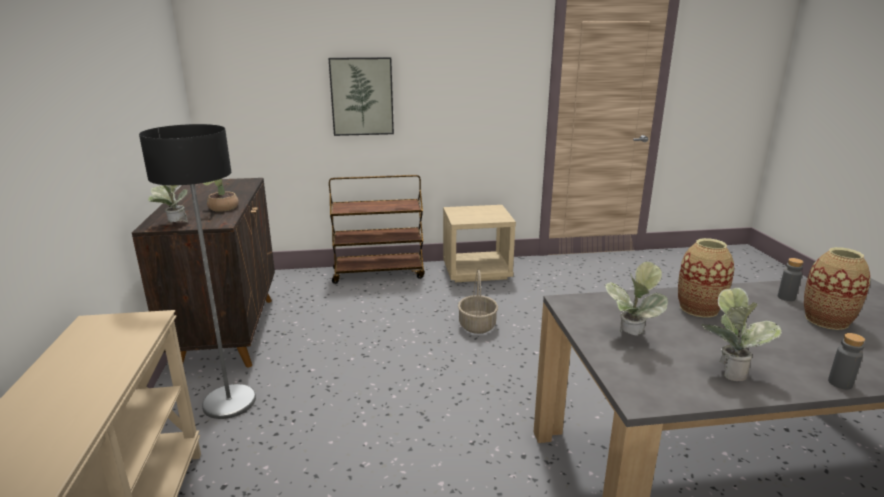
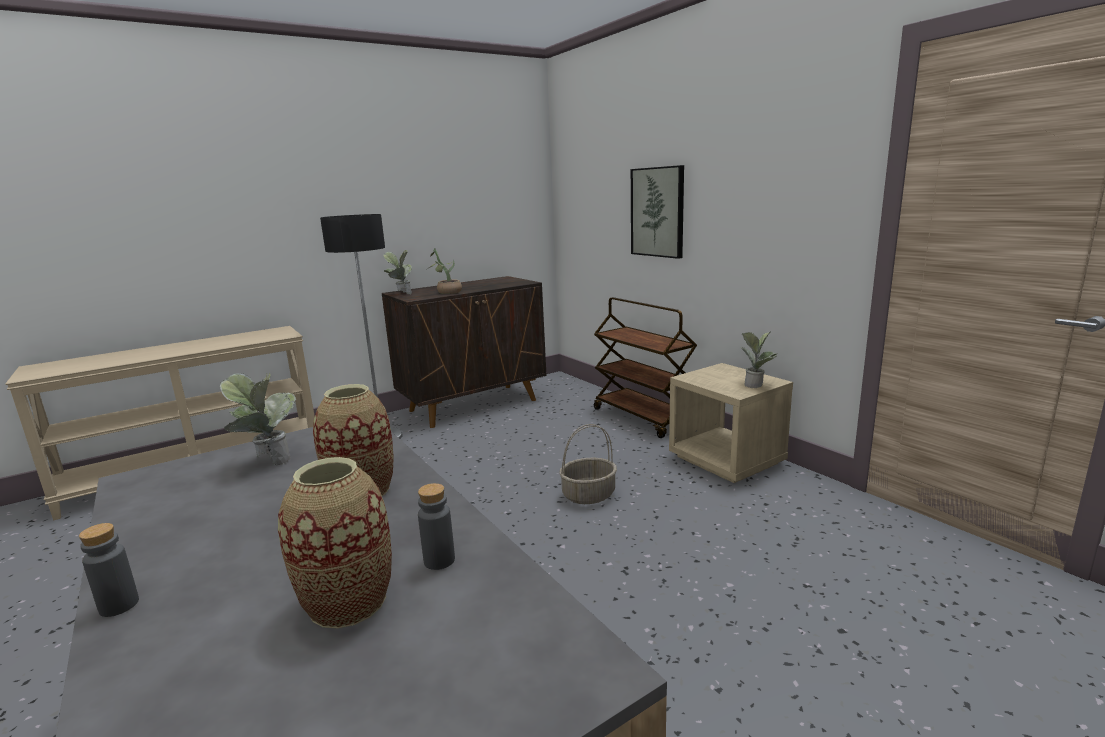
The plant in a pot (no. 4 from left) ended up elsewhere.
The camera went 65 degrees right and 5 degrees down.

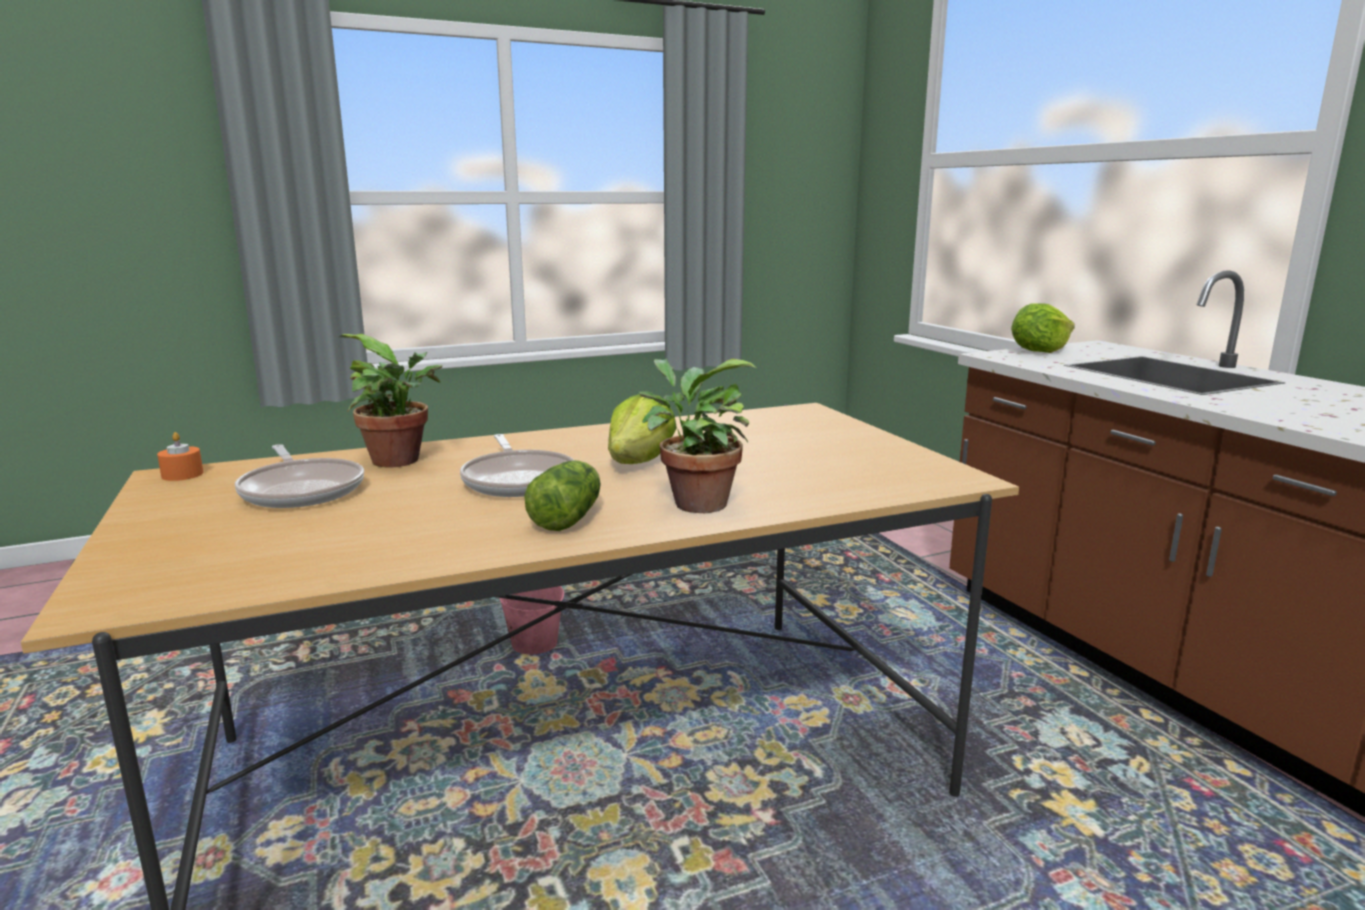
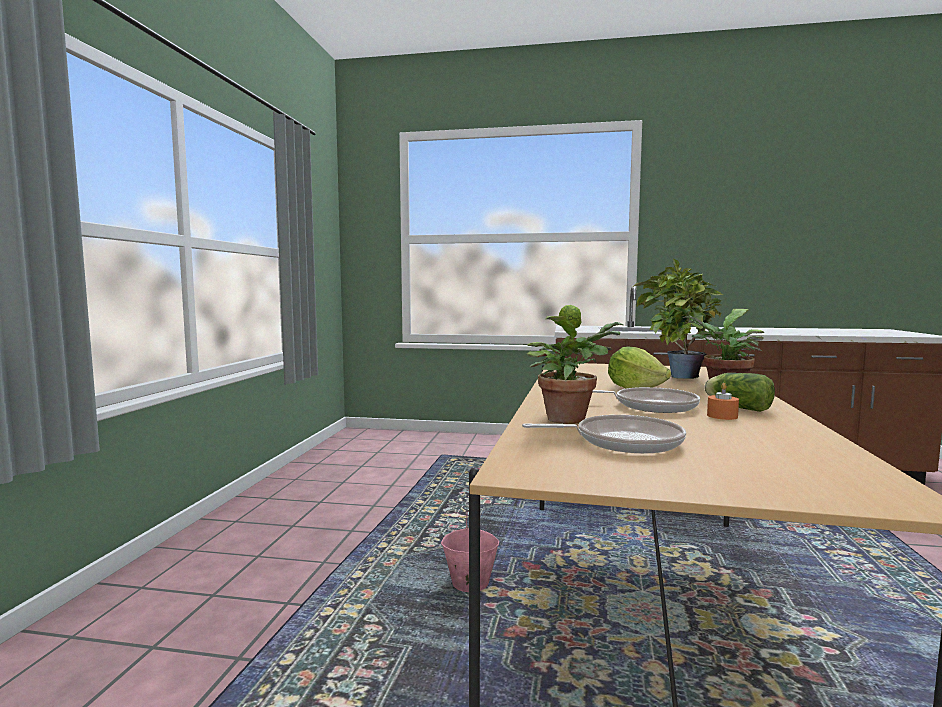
The second view gained the plant in a pot (no. 2 from left).
The orangey wax candle ended up elsewhere.
The camera went 55 degrees left and 10 degrees down.

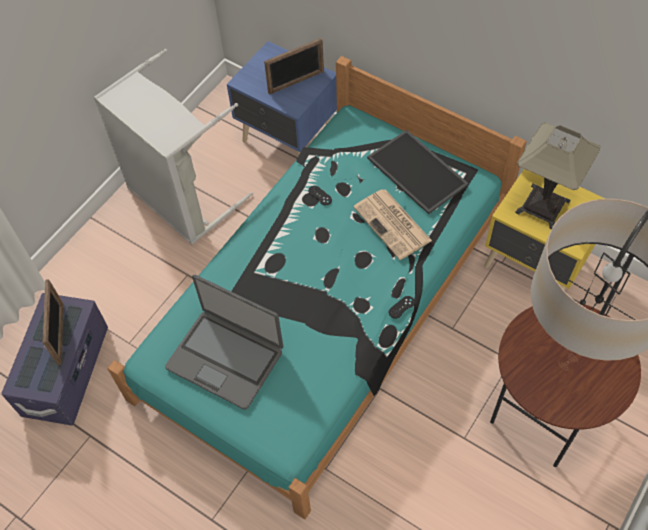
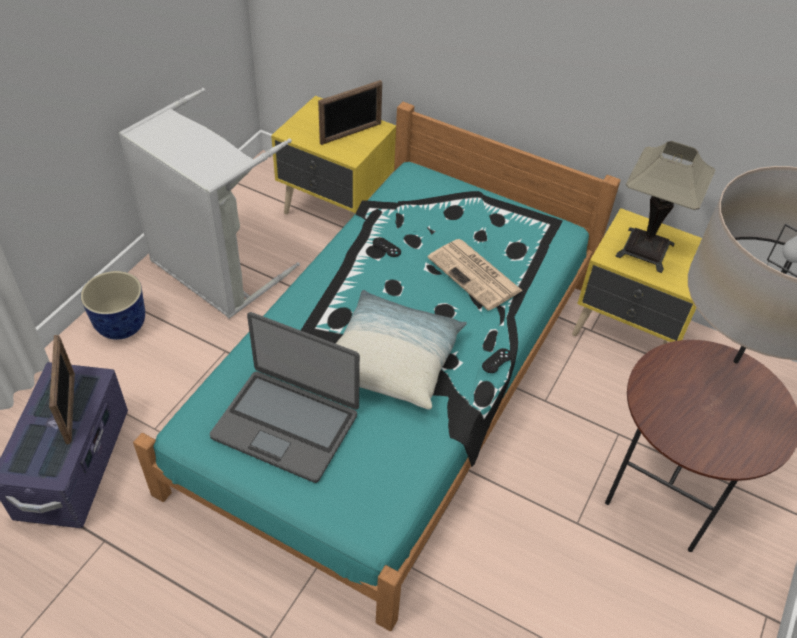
The second view gained the flower pot.
What was the blue nightstand turned into the yellow-coloured nightstand (no. 1 from left).
The second view gained the cushion.
The second view lost the carrying tray.
The camera went 10 degrees left and 10 degrees down.

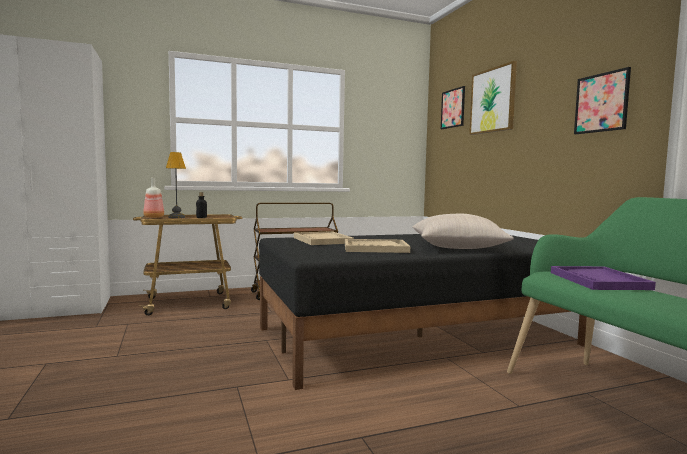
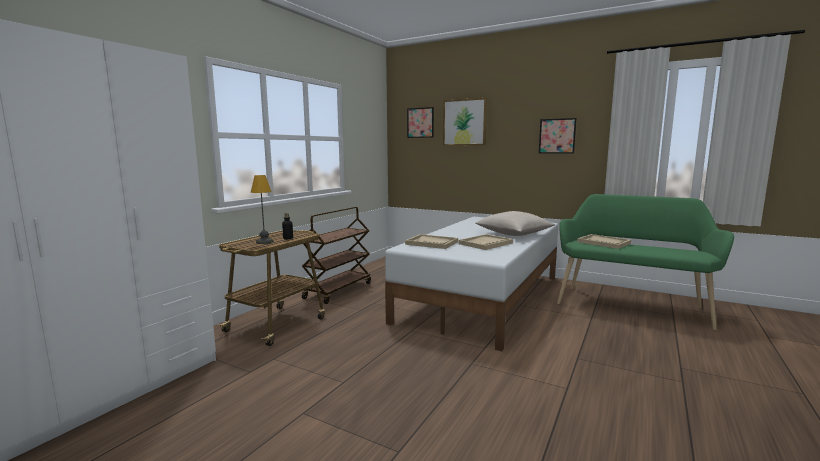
What was the black-coloured bedroom bed turned into the white-coloured bedroom bed.
What was the purplish carrying tray turned into the beige-coloured carrying tray (no. 3 from left).
The second view lost the beverage bottle (no. 1 from left).
The camera went 40 degrees left and 5 degrees up.

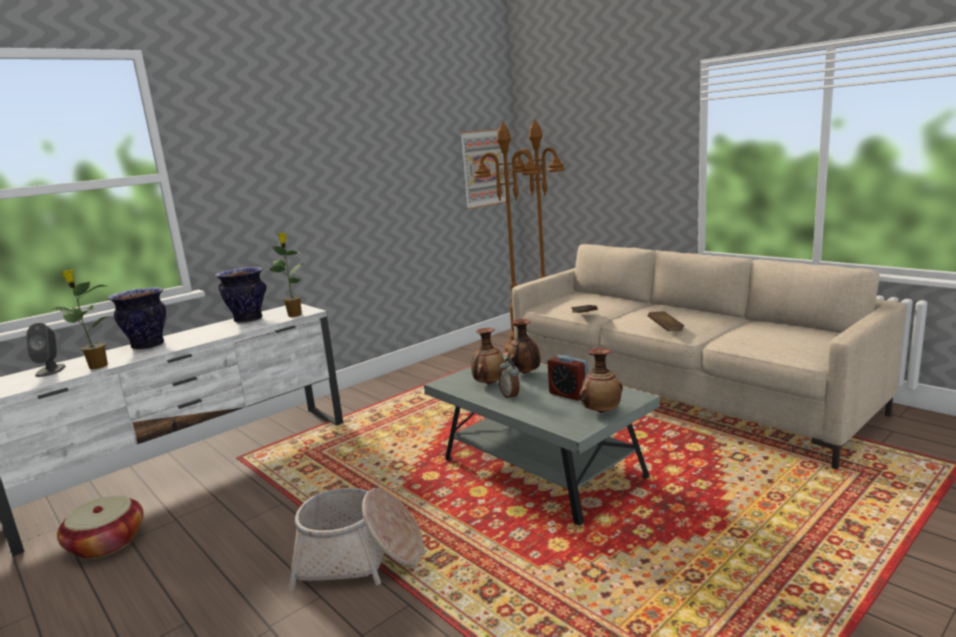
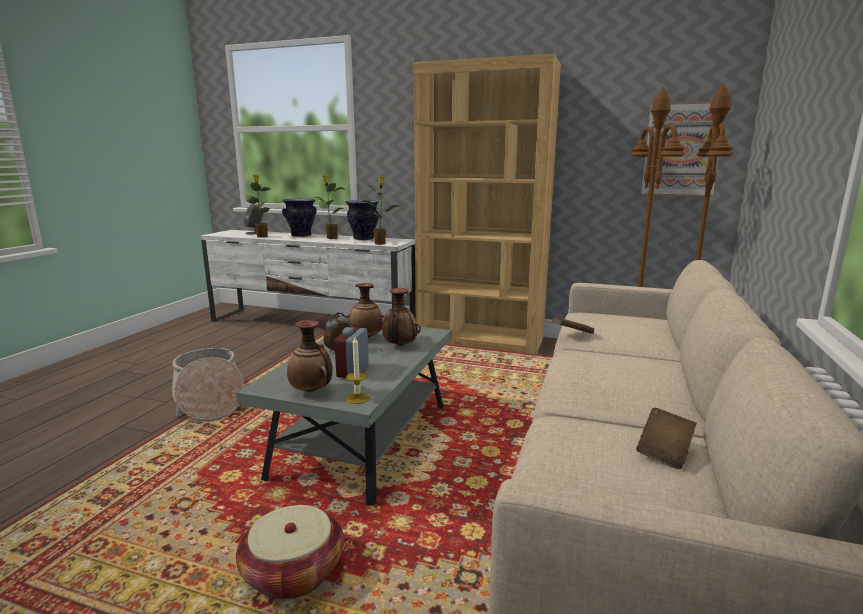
The basket (no. 1 from left in the first image) ended up elsewhere.
The second view gained the plant in a pot (no. 2 from left).
The second view gained the wax candle.
The second view gained the brown-coloured bookcase.
The brown-coloured volume (no. 2 from left) ended up elsewhere.
The camera went 60 degrees right and 0 degrees up.

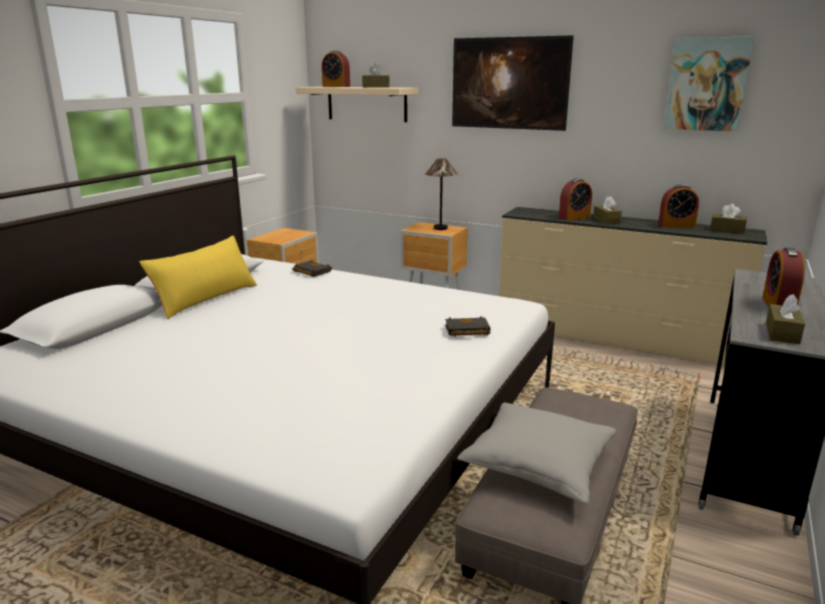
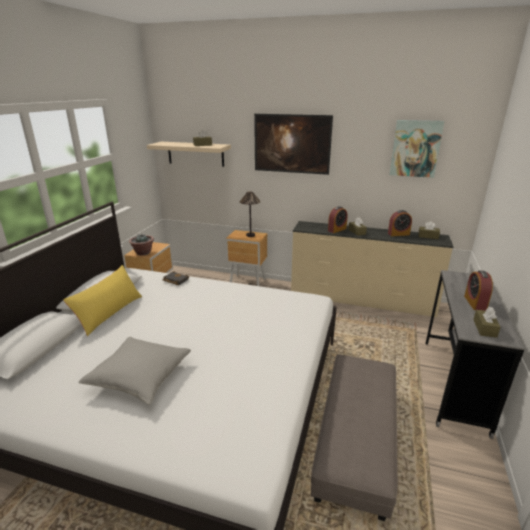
The gray cushion ended up elsewhere.
The second view gained the plant in a pot.
The second view lost the bedside clock (no. 1 from left).
The second view lost the black-coloured volume (no. 2 from left).
The camera went 10 degrees left and 5 degrees up.

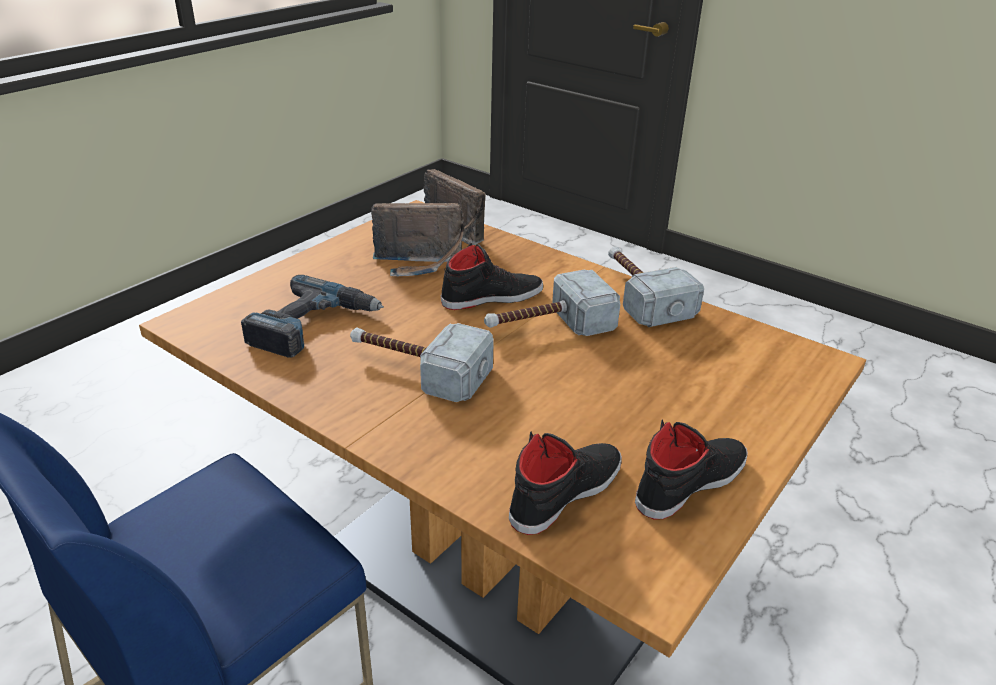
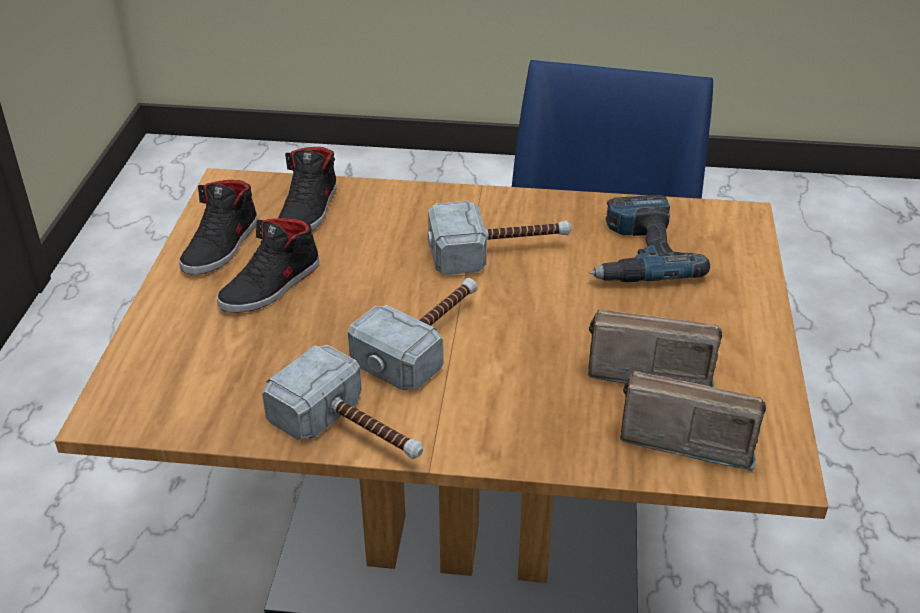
The black-coloured item of footwear (no. 1 from left in the first image) ended up elsewhere.
The radio receiver (no. 1 from left) ended up facing another way, 45 degrees clockwise from before.
The camera went 150 degrees right and 5 degrees up.

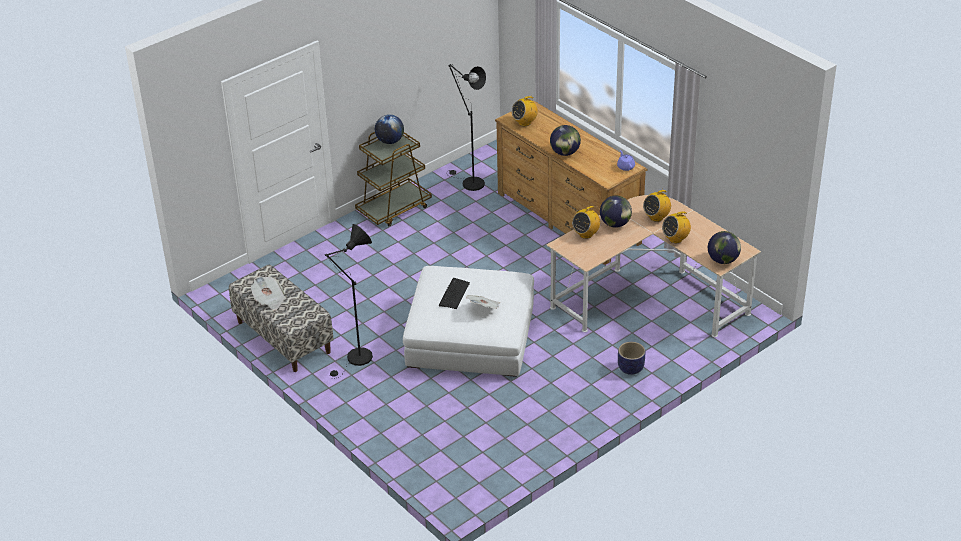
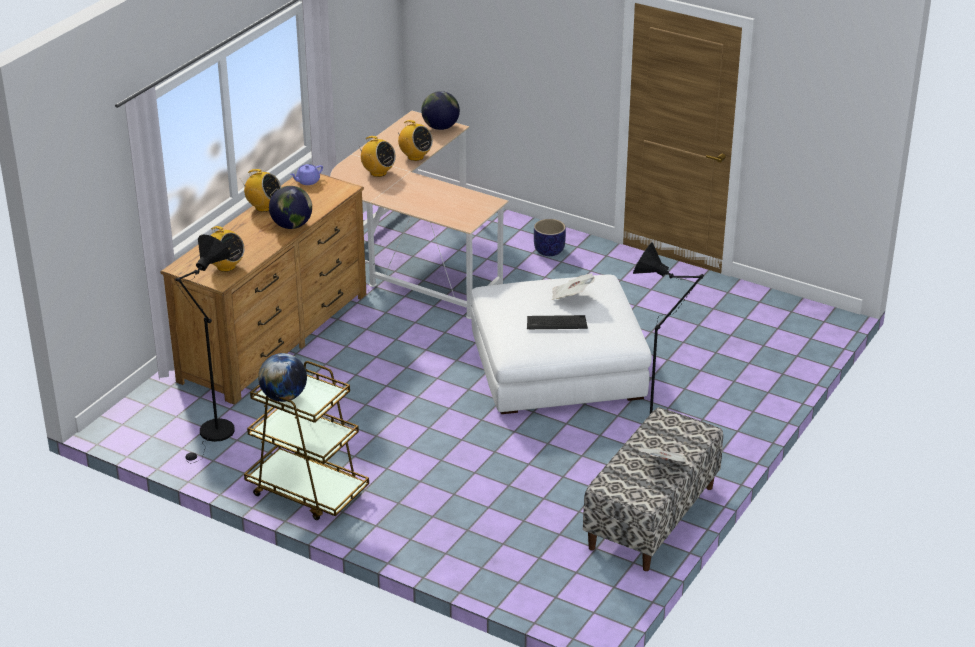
The radio receiver (no. 2 from left) ended up elsewhere.
The second view lost the desk globe (no. 3 from left).
The camera went 110 degrees left and 5 degrees down.

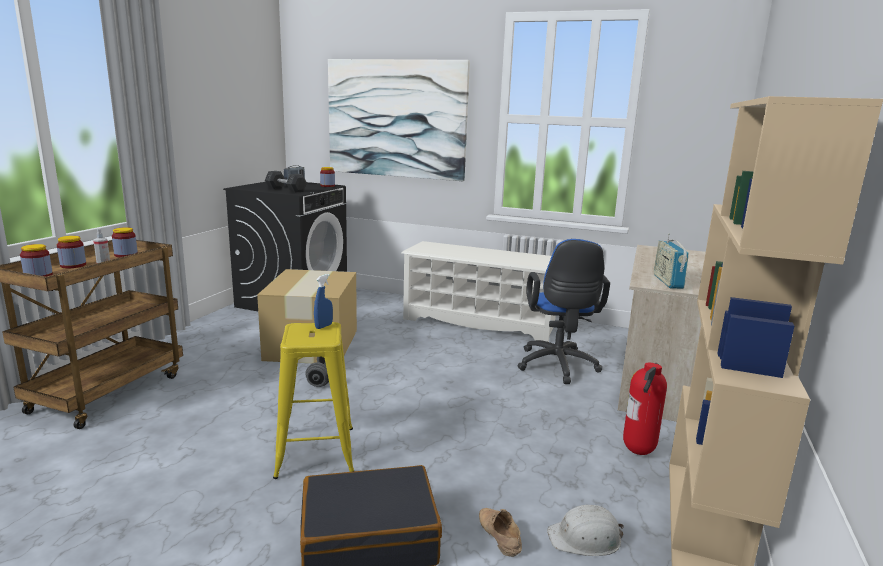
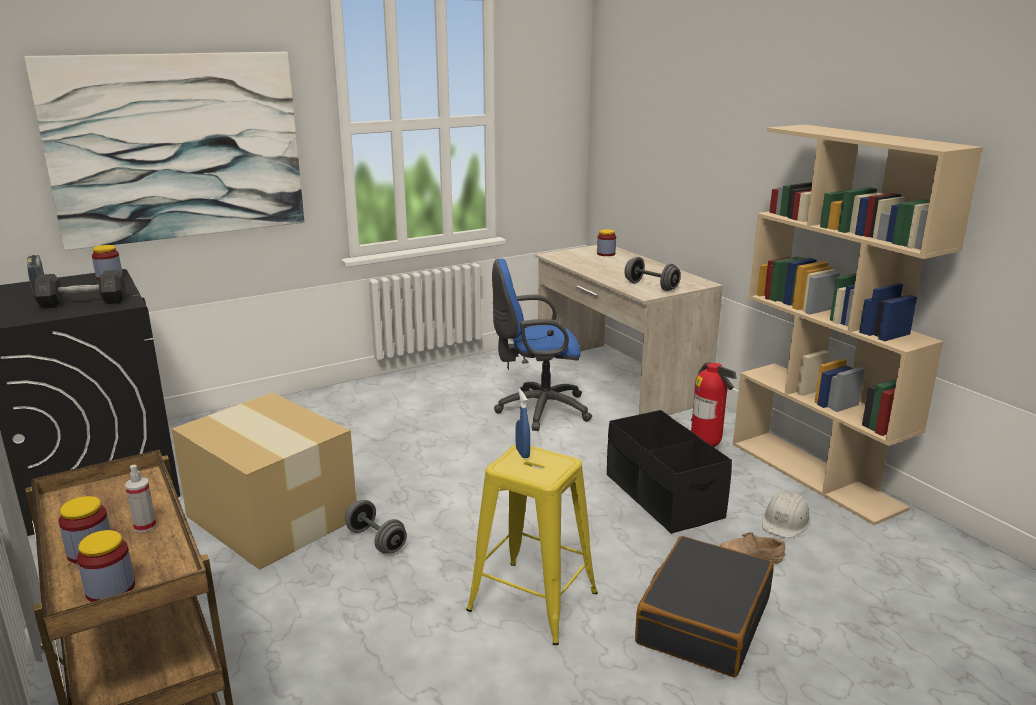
The blue desk chair ended up facing another way, 135 degrees clockwise from before.
The jar (no. 3 from left in the first image) ended up elsewhere.
The second view gained the black-coloured storage bin.
Where the radio receiver (no. 2 from left) stood, the gray dumbbell (no. 3 from left) came to stand.
The second view lost the white-coloured shoe shelf.
The camera went 50 degrees left and 5 degrees up.

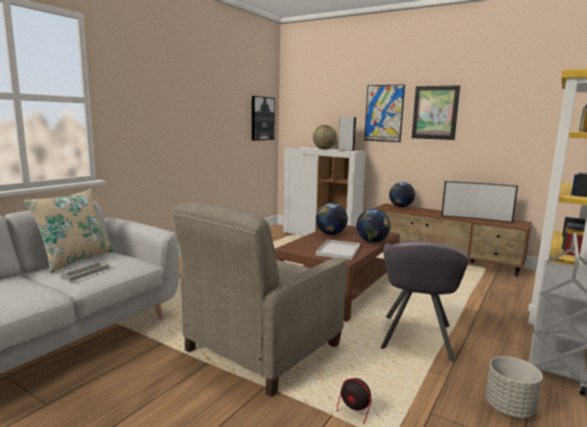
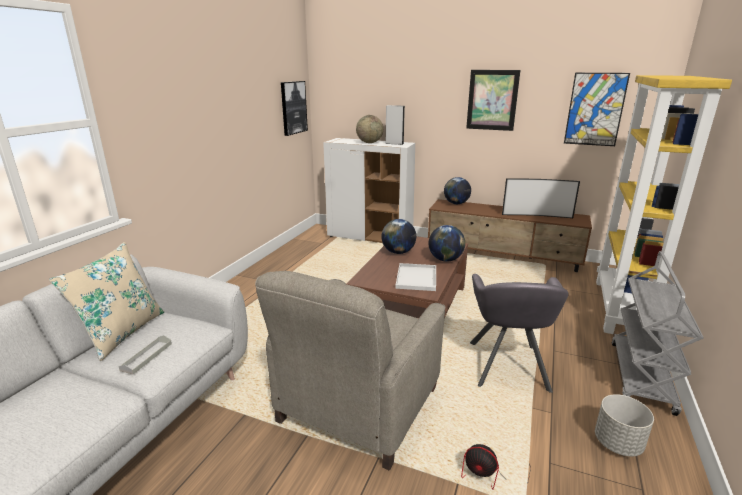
The wall art (no. 2 from left in the first image) ended up elsewhere.
The camera went 10 degrees left and 10 degrees up.

